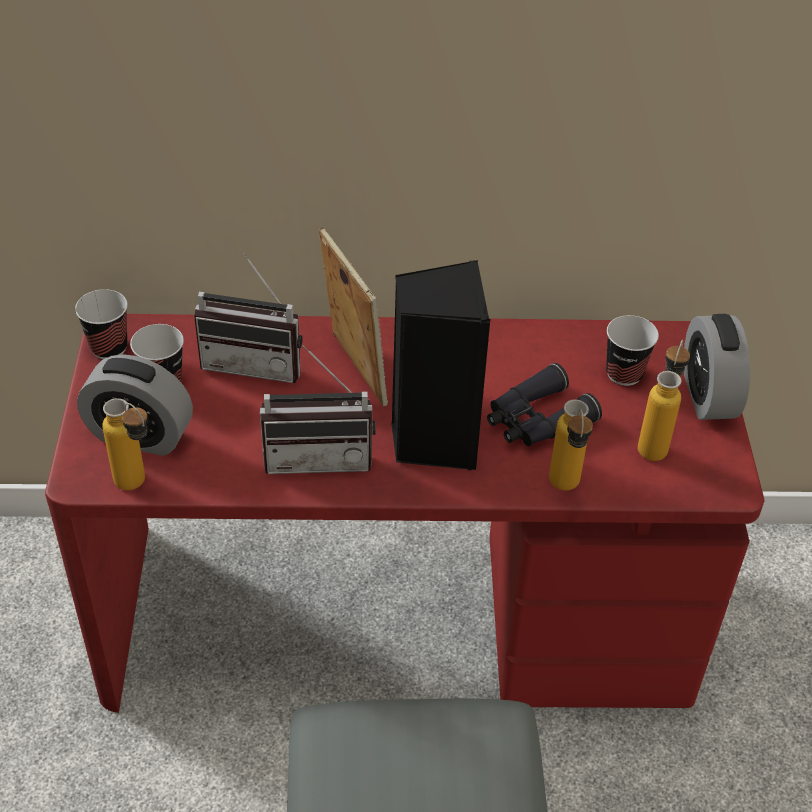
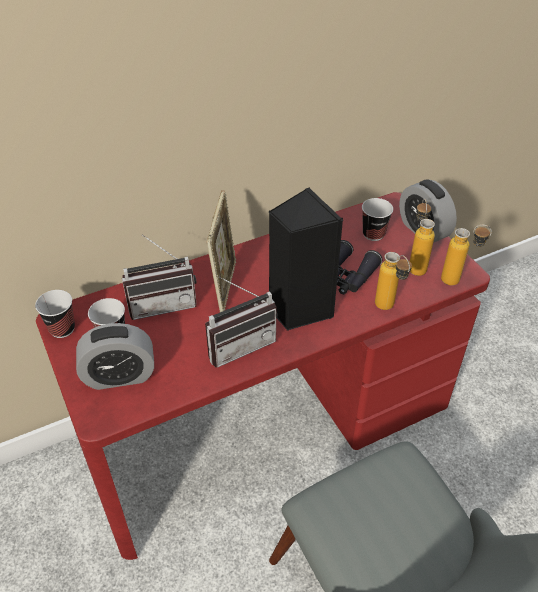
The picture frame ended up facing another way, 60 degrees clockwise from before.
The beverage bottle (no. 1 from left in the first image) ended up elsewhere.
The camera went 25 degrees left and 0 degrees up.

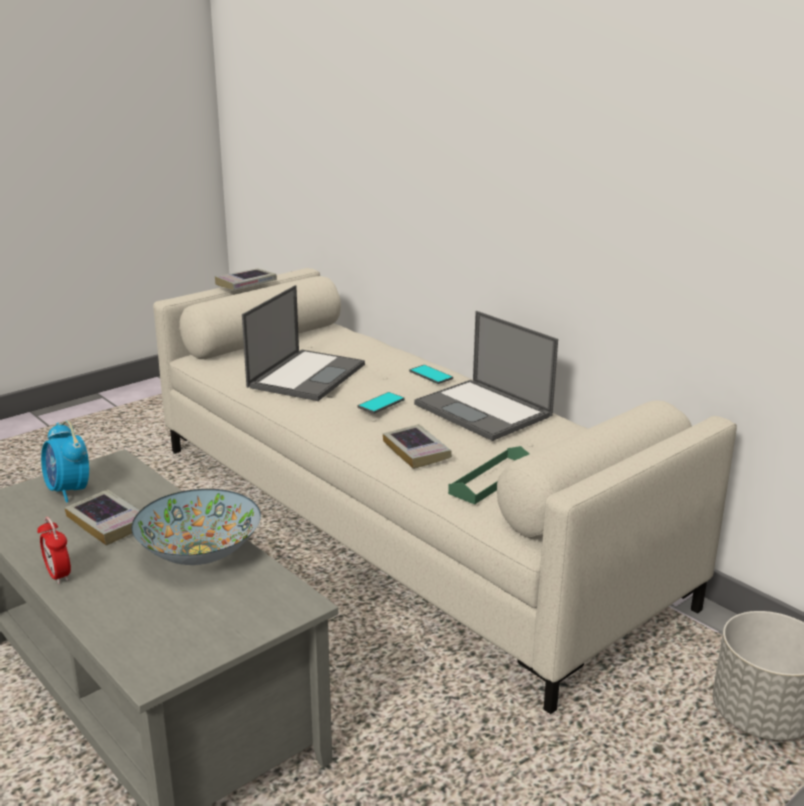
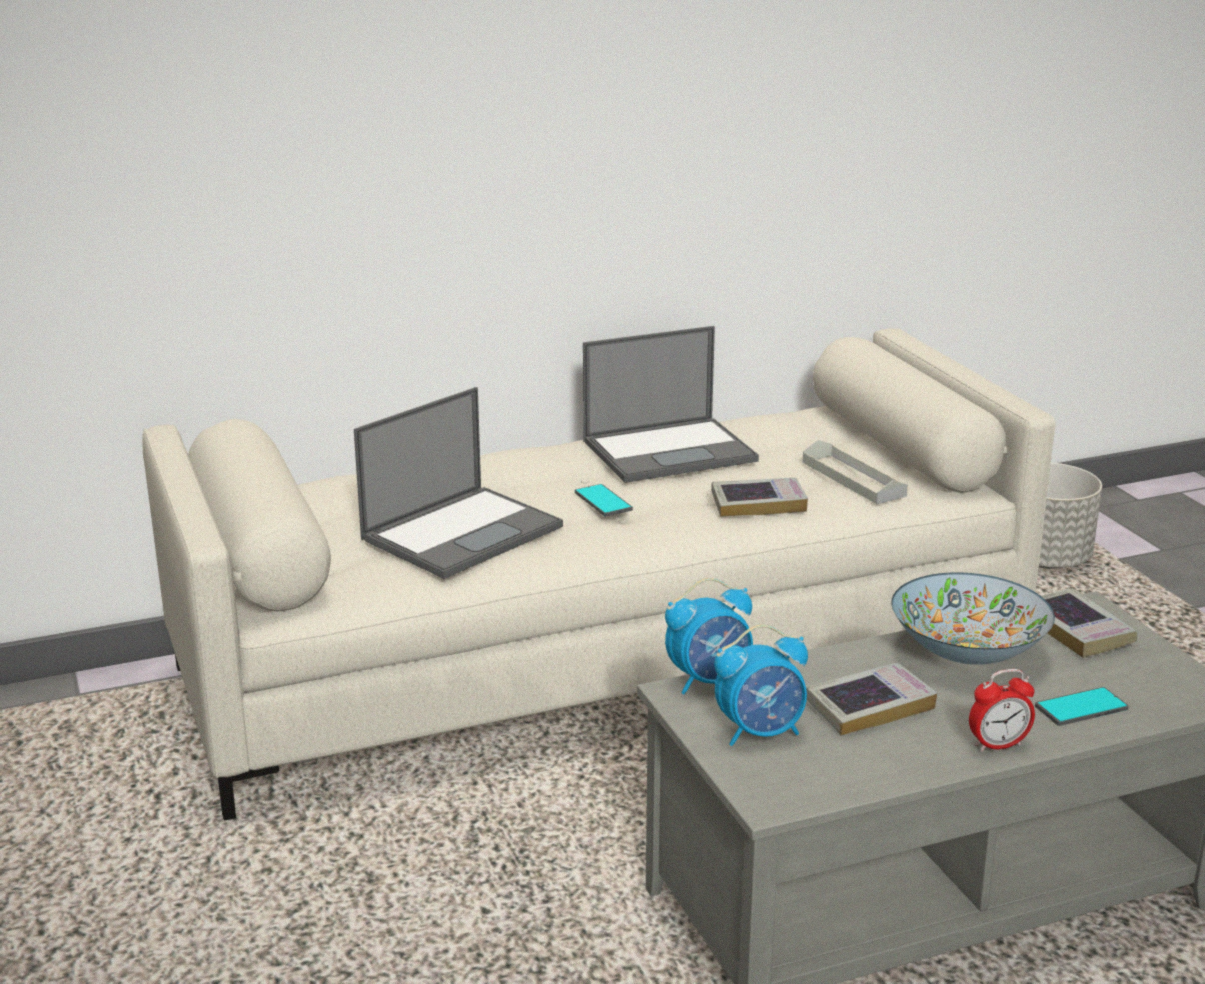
The notebook computer (no. 1 from left) ended up facing another way, 90 degrees clockwise from before.
The second view gained the bedside clock (no. 1 from left).
What was the green-coloured carrying tray turned into the gray carrying tray.
The telephone (no. 2 from left) ended up elsewhere.
The volume (no. 2 from left in the first image) ended up elsewhere.
The camera went 70 degrees left and 0 degrees up.

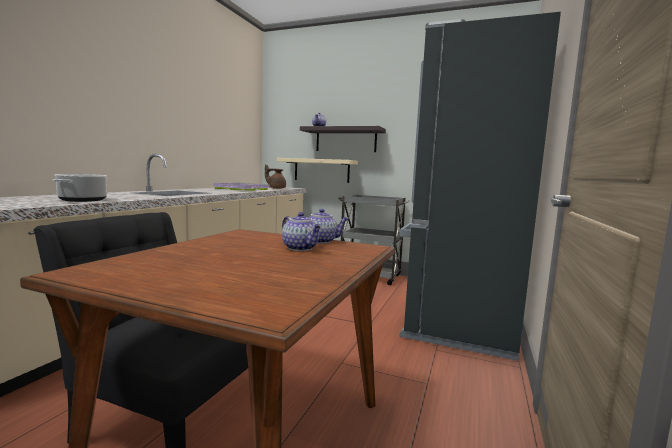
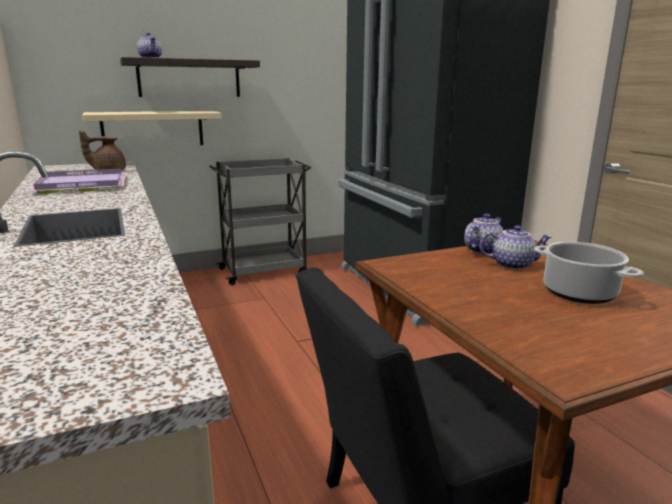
The cooking pot ended up elsewhere.
The camera went 45 degrees left and 10 degrees up.

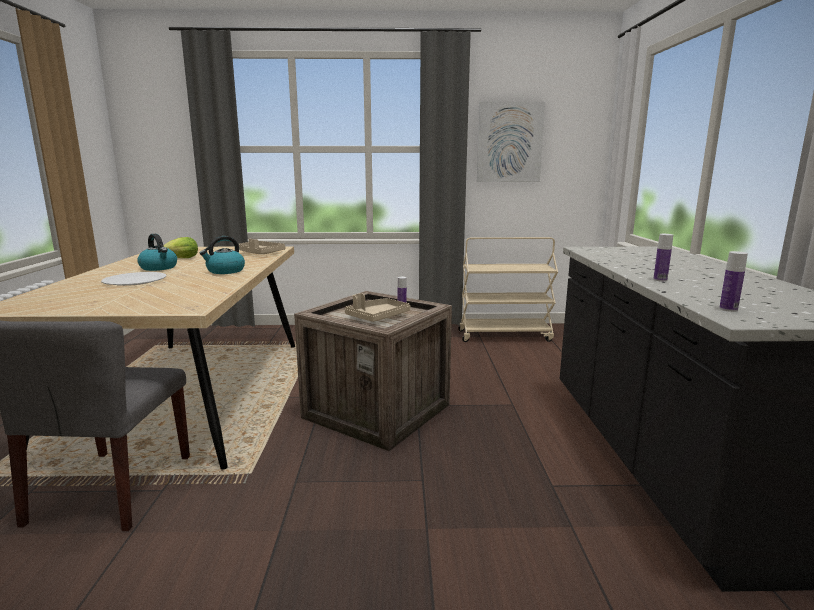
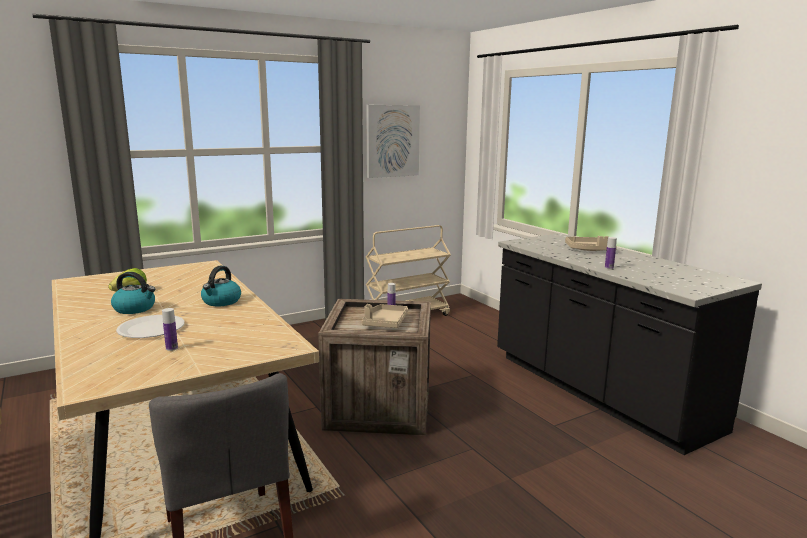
The beverage bottle (no. 3 from left in the first image) ended up elsewhere.
The beige-coloured carrying tray (no. 1 from left in the first image) ended up elsewhere.
The camera went 30 degrees left and 0 degrees up.

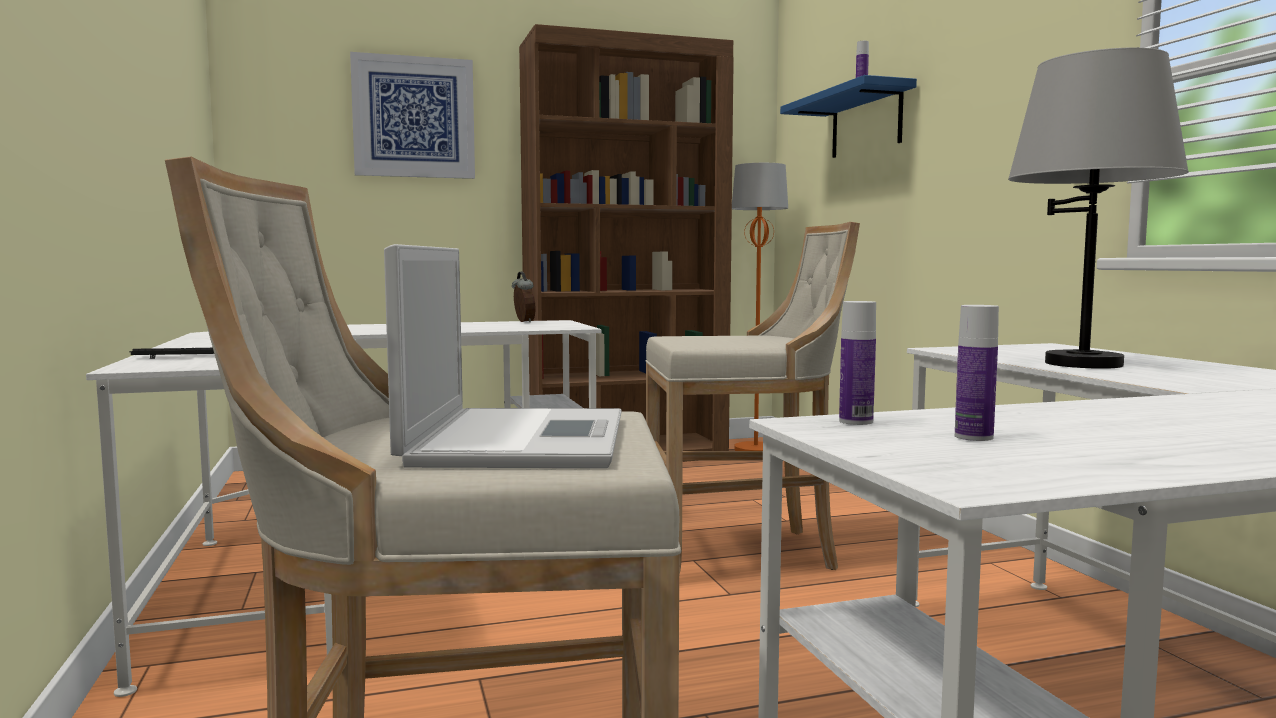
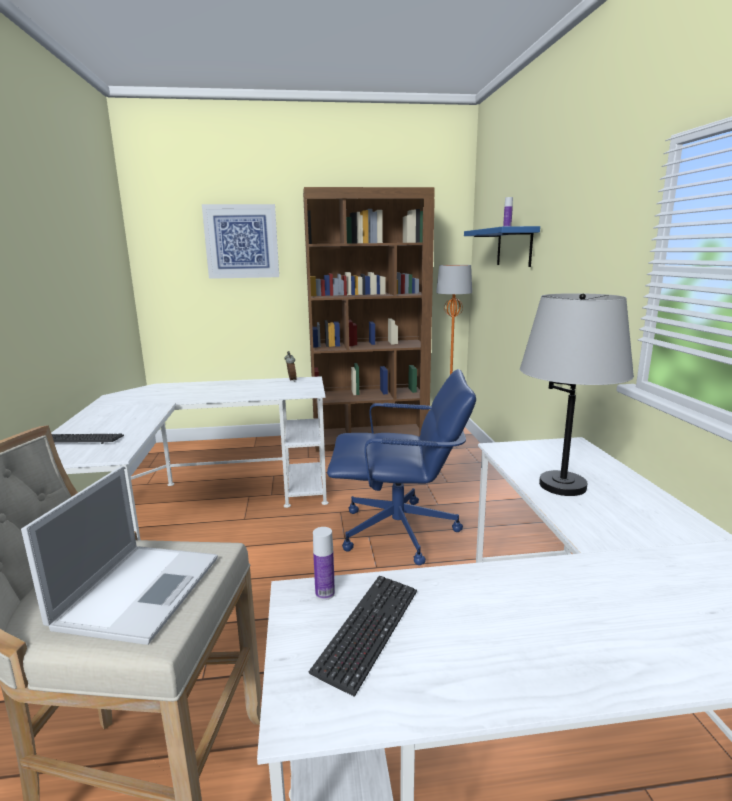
Where the beverage bottle (no. 3 from left) stood, the computer keyboard (no. 2 from left) came to stand.
Where the beige-coloured stool seat (no. 2 from left) stood, the blue desk chair came to stand.
The camera went 10 degrees right and 10 degrees up.

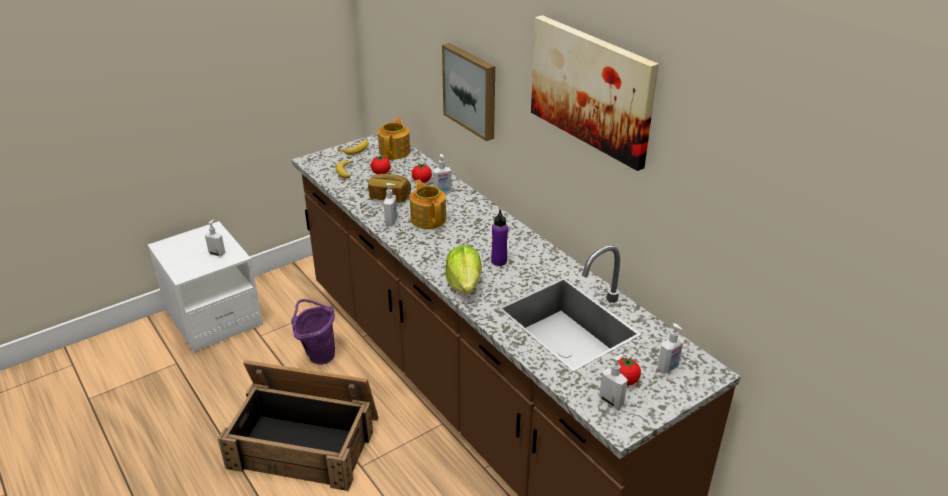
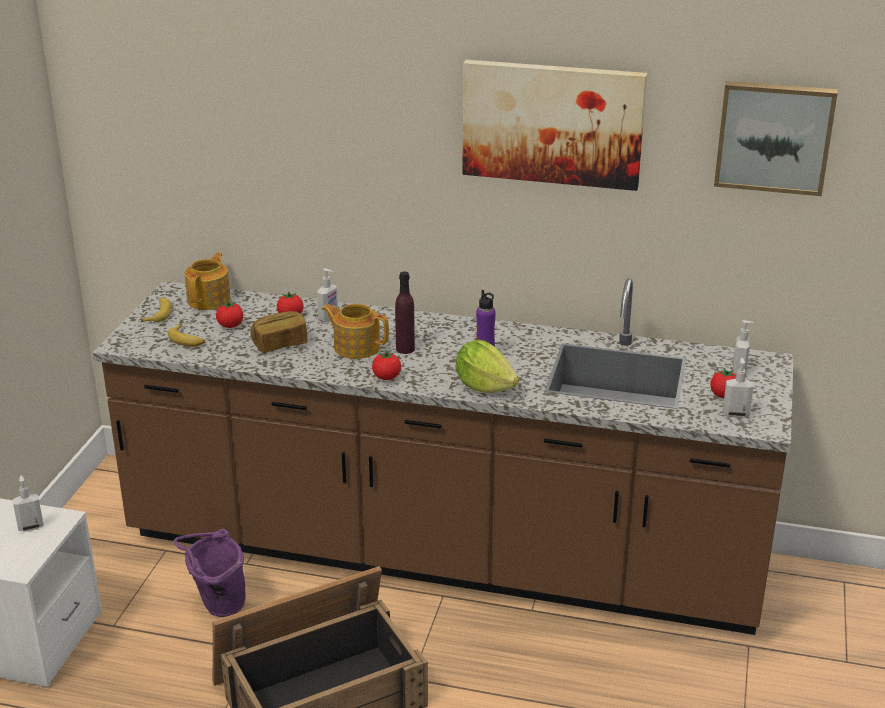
The teapot (no. 1 from left) ended up facing another way, 45 degrees clockwise from before.
The second view gained the whole tomato (no. 3 from left).
The second view gained the purplish beverage bottle (no. 1 from left).
The wall art (no. 1 from left in the first image) ended up elsewhere.
The second view lost the soap bottle (no. 2 from left).
The camera went 40 degrees left and 5 degrees down.

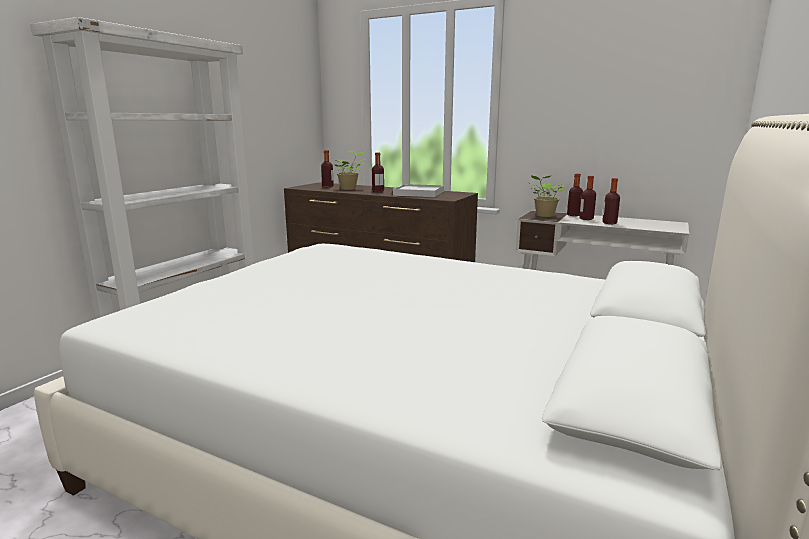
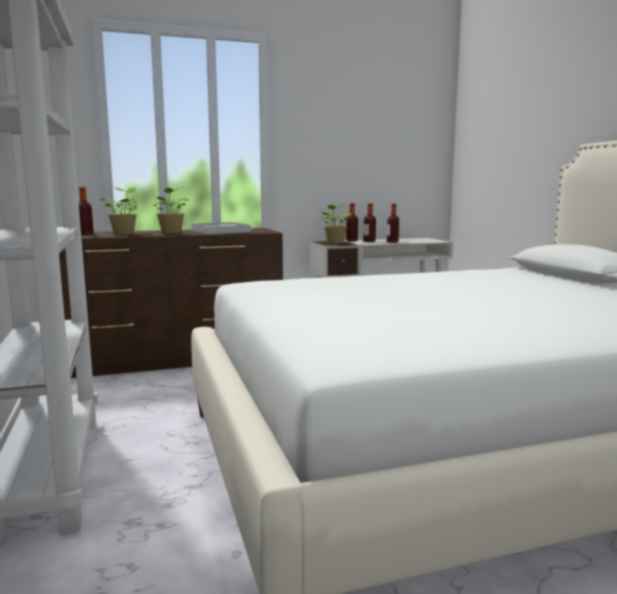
Where the beverage bottle (no. 2 from left) stood, the plant in a pot (no. 2 from left) came to stand.
The camera went 45 degrees left and 5 degrees down.

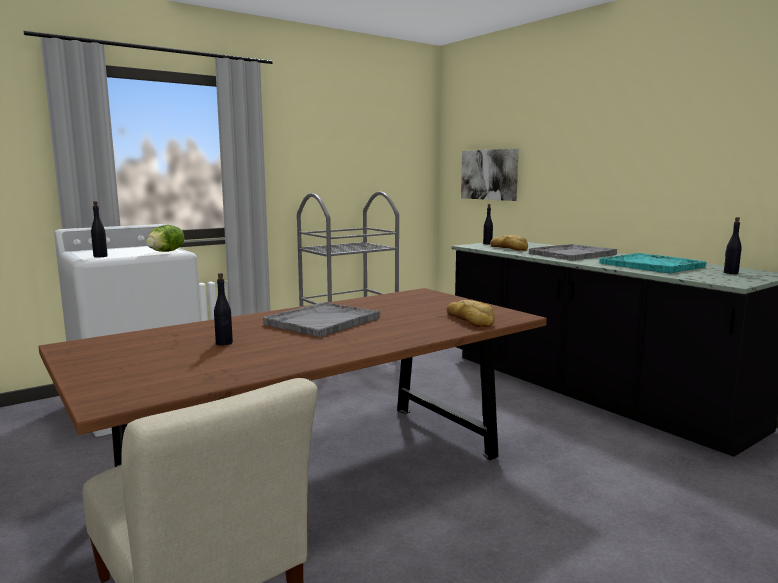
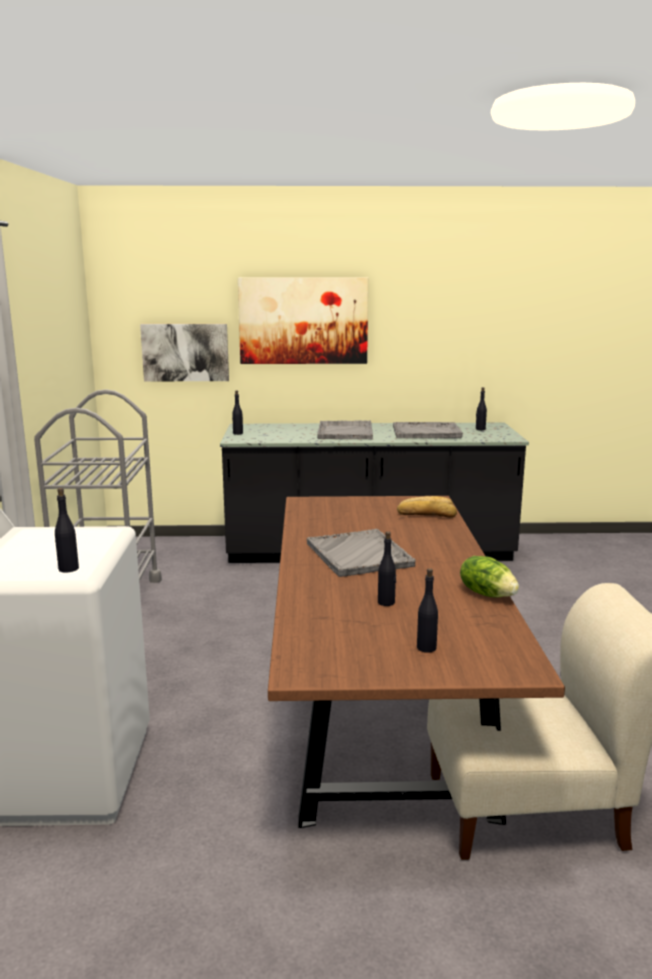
The second view gained the wall art (no. 2 from left).
What was the turquoise carrying tray turned into the gray carrying tray (no. 3 from left).
The second view gained the black-coloured beverage bottle (no. 4 from left).
The lettuce ended up elsewhere.
The second view lost the bread (no. 2 from left).
The camera went 55 degrees left and 5 degrees up.

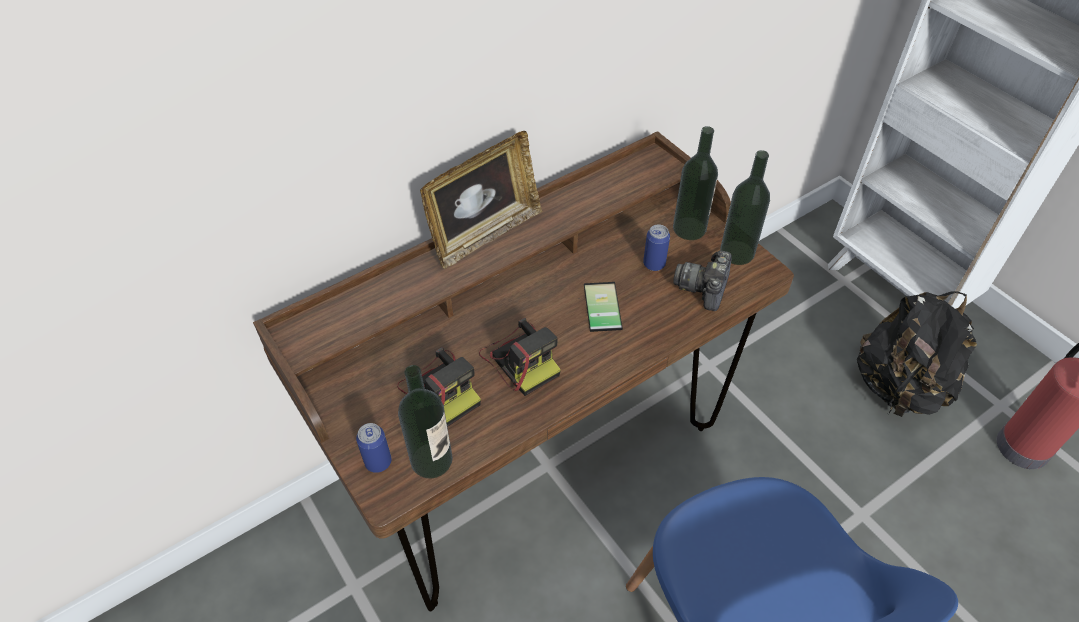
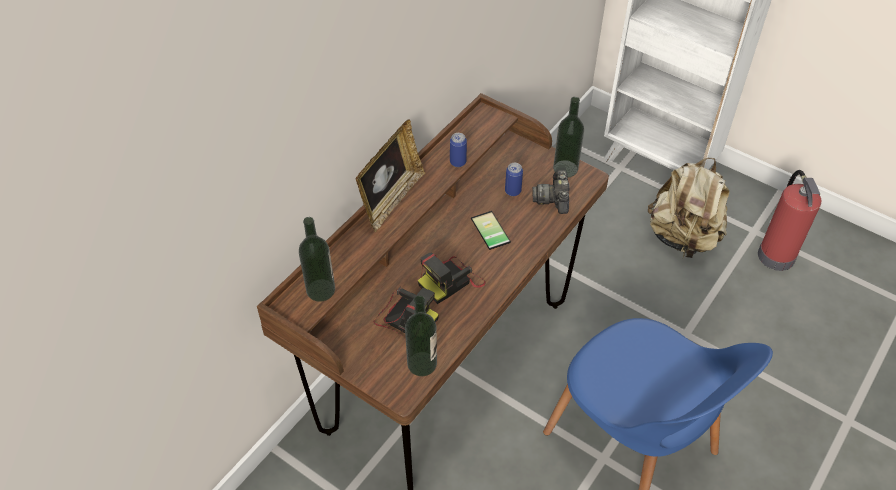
The beverage bottle (no. 2 from left in the first image) ended up elsewhere.
The still camera (no. 2 from left) ended up facing another way, 105 degrees clockwise from before.
The sealed can (no. 1 from left) ended up elsewhere.
What was the black-coloured knapsack turned into the beige-coloured knapsack.
The camera went 20 degrees left and 0 degrees up.

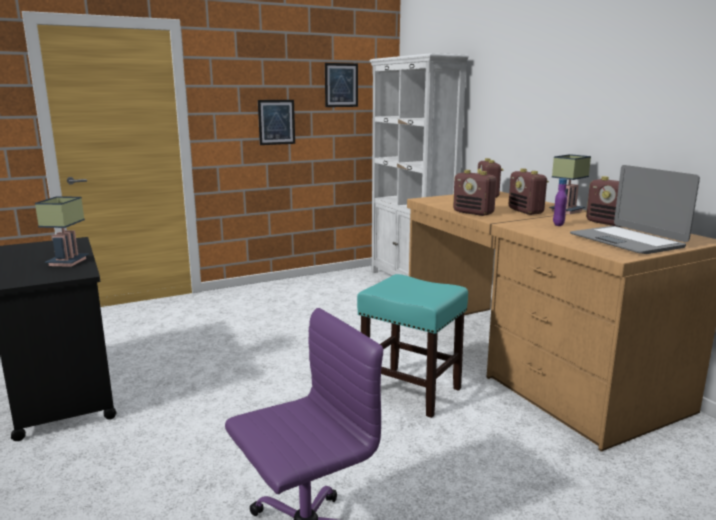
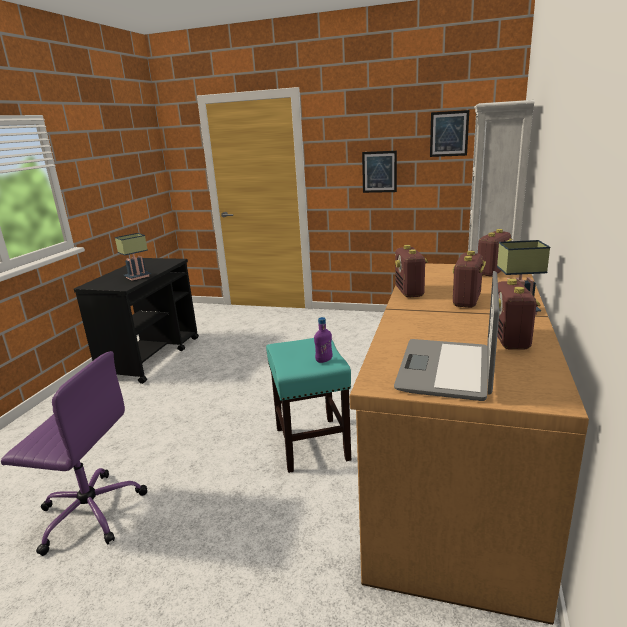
The purplish beverage bottle ended up elsewhere.
The camera went 45 degrees right and 5 degrees up.

